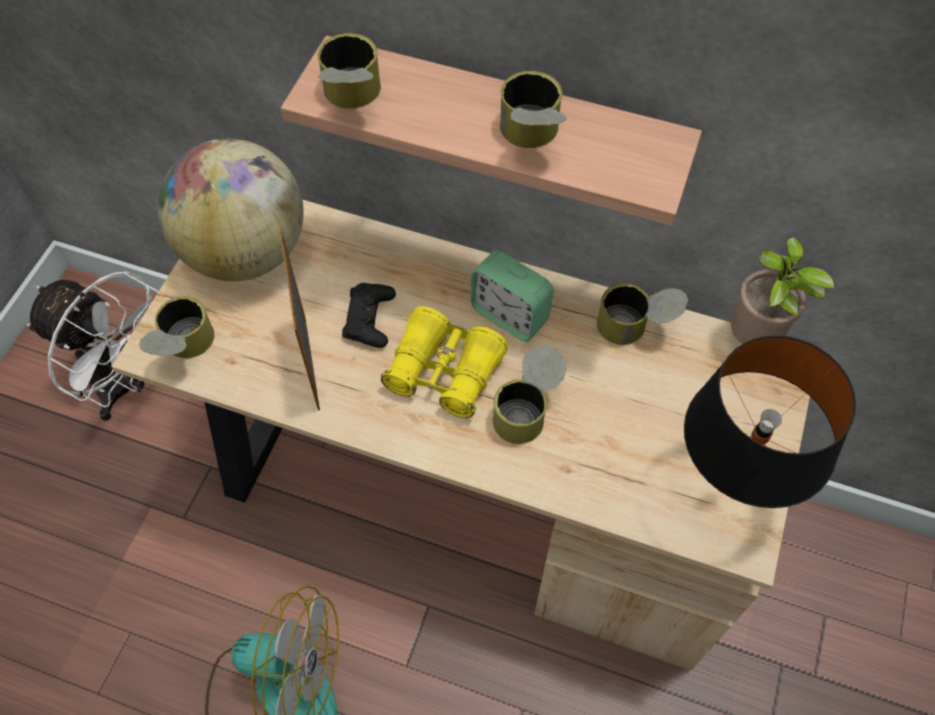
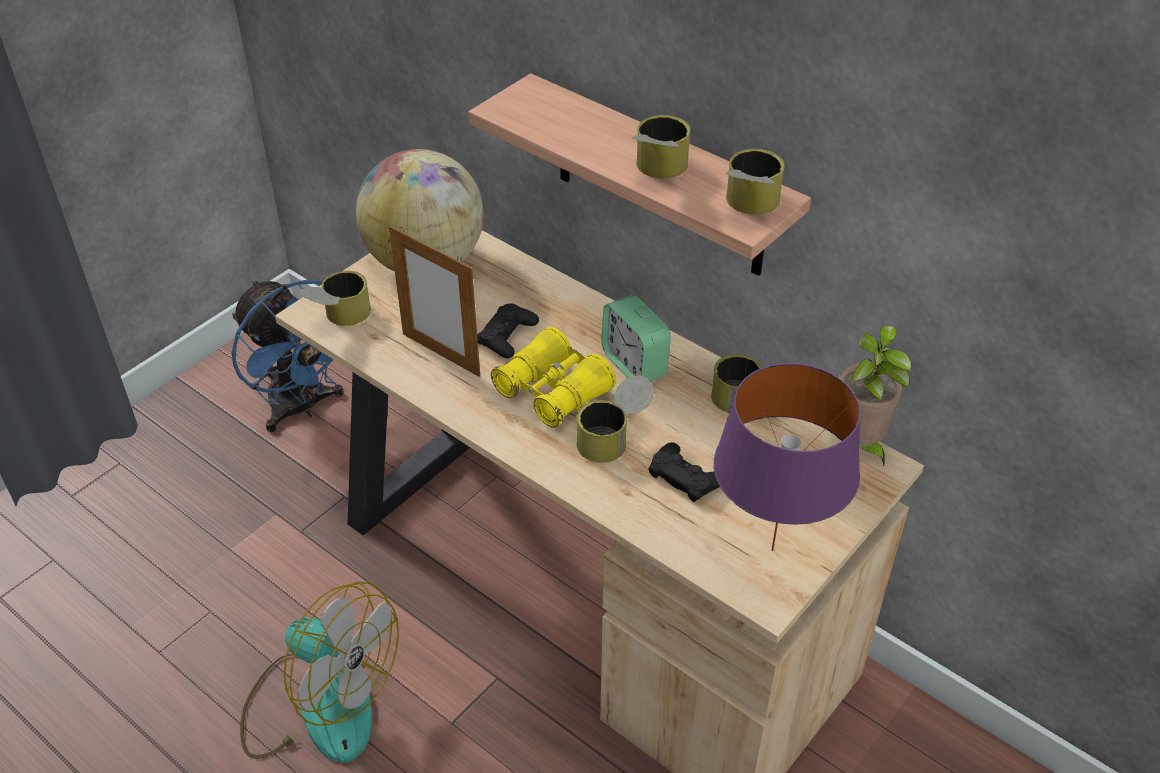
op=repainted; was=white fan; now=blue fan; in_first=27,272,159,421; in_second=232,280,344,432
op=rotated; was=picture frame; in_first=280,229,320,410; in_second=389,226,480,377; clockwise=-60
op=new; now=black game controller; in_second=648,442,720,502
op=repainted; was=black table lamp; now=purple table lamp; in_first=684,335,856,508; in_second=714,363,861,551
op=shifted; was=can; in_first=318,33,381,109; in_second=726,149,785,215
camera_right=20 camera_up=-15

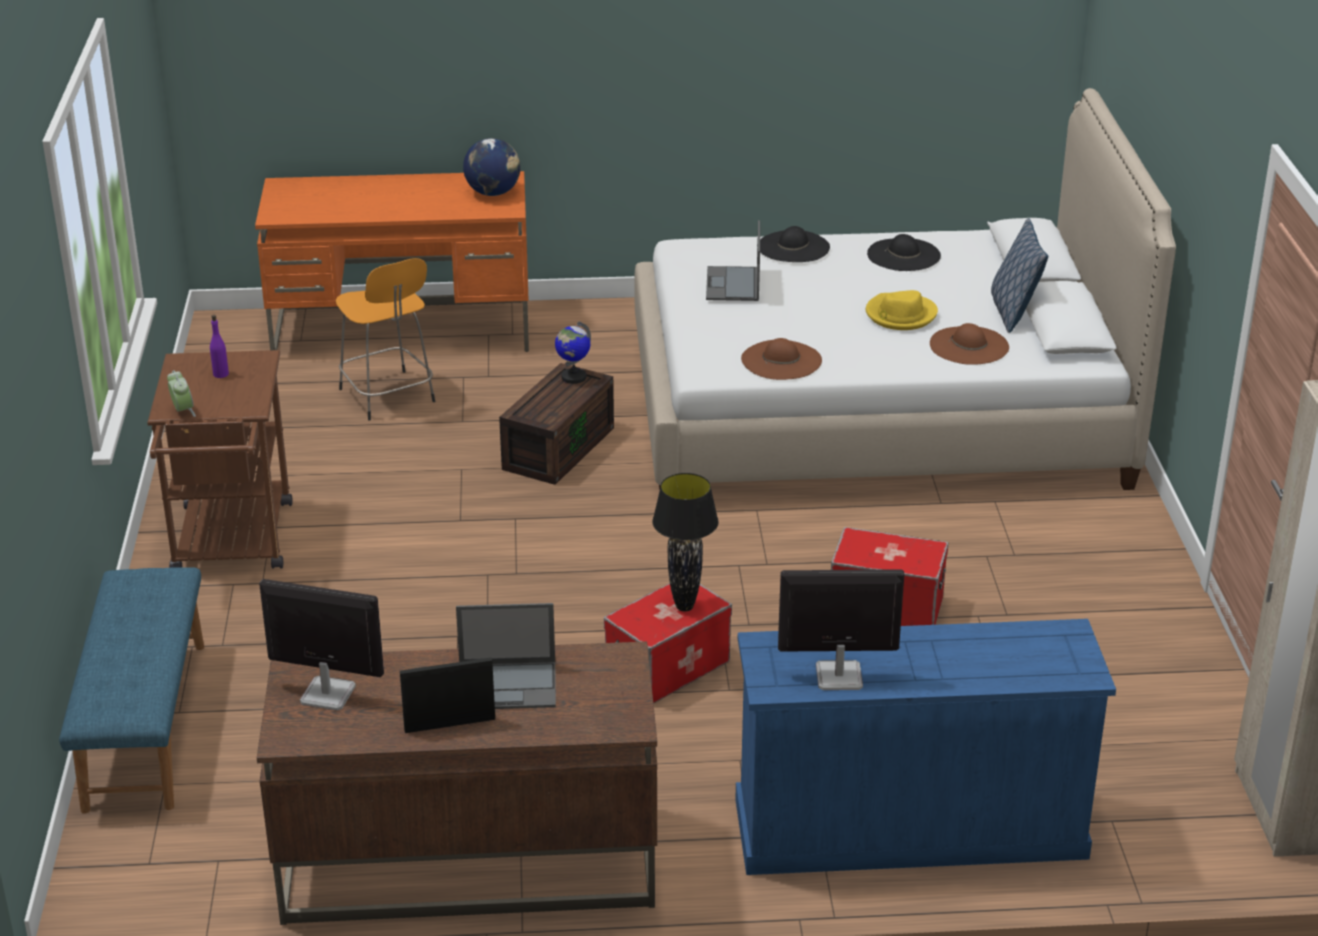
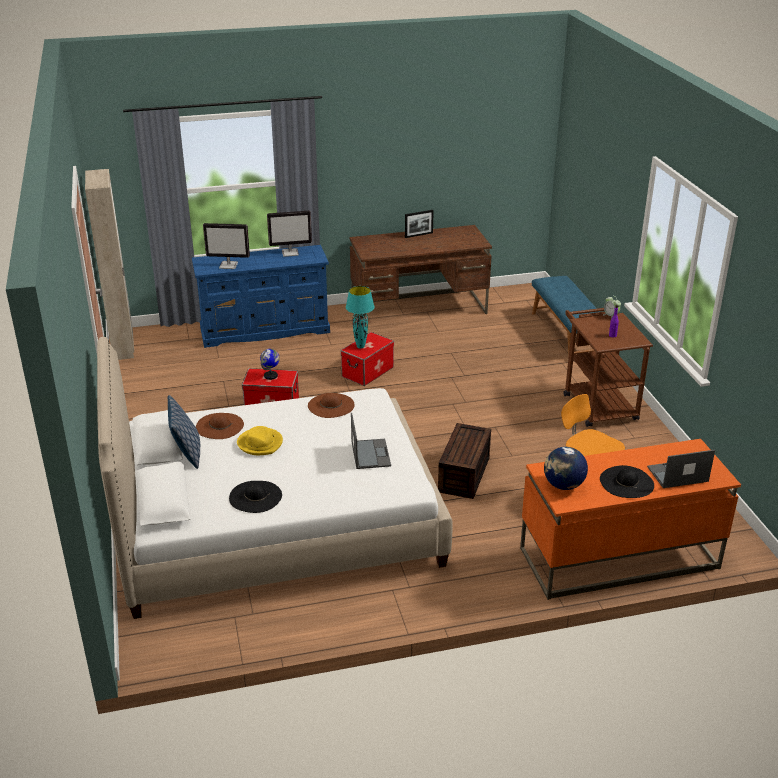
op=shifted; was=monitor; in_first=259,579,384,711; in_second=203,223,250,269
op=shifted; was=globe; in_first=555,322,591,384; in_second=260,349,280,380
op=repainted; was=black table lamp; now=turquoise table lamp; in_first=652,473,719,611; in_second=346,286,374,349
op=shifted; was=black hat; in_first=760,226,830,262; in_second=600,465,654,498
op=shifted; was=laptop; in_first=456,603,556,709; in_second=647,450,715,488
camera_right=170 camera_up=0

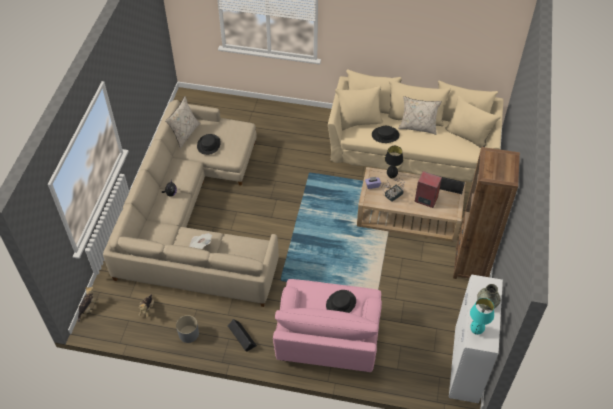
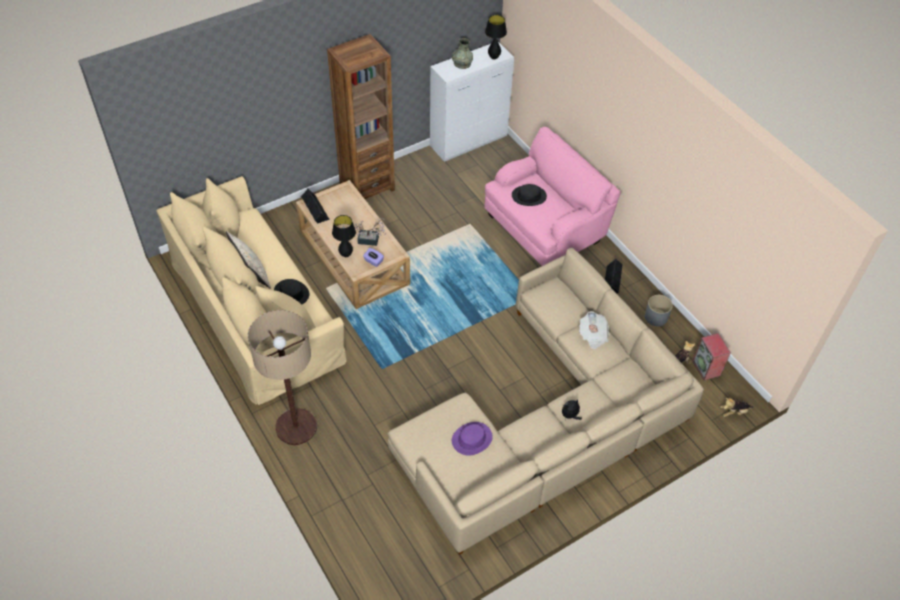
op=new; now=floor lamp; in_second=248,310,317,445
op=repainted; was=black hat; now=purple hat; in_first=197,134,221,155; in_second=452,422,493,455
op=repainted; was=turquoise table lamp; now=black table lamp; in_first=470,298,494,335; in_second=485,15,507,60
op=shifted; was=speaker; in_first=415,171,442,208; in_second=692,333,731,381
op=gone; was=beige pillow; in_first=165,96,200,149
camera_right=-135 camera_up=0

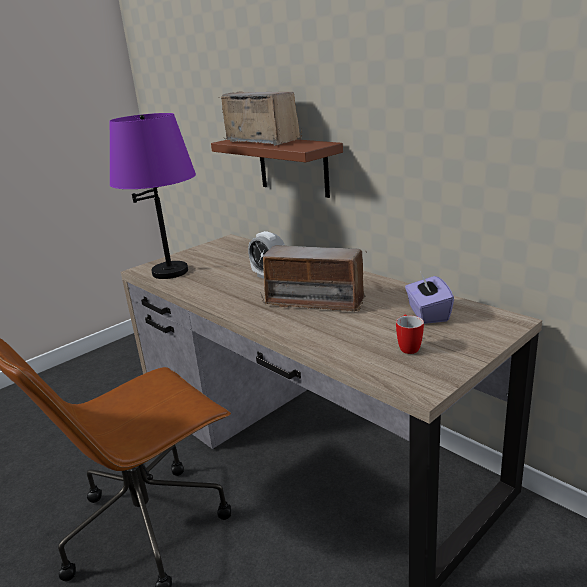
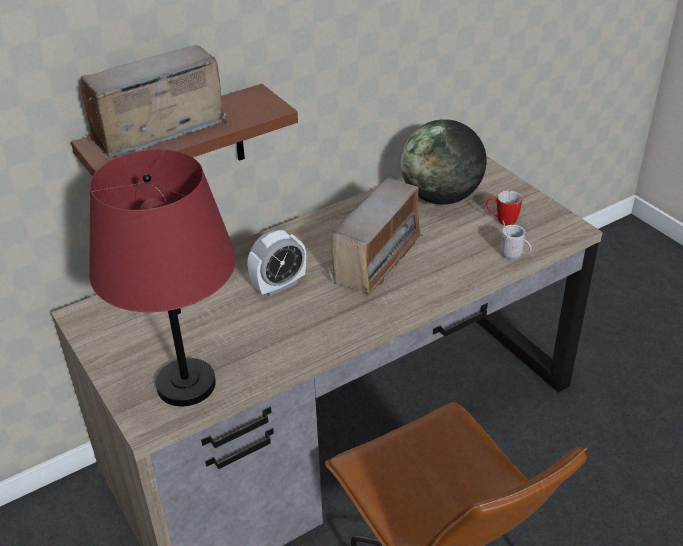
op=repainted; was=purple table lamp; now=red table lamp; in_first=109,113,196,279; in_second=89,149,236,406
op=swapped; was=purple tissue box; now=globe; in_first=405,271,454,324; in_second=401,119,487,205
op=new; now=white mug; in_second=501,220,532,259
camera_right=-80 camera_up=15

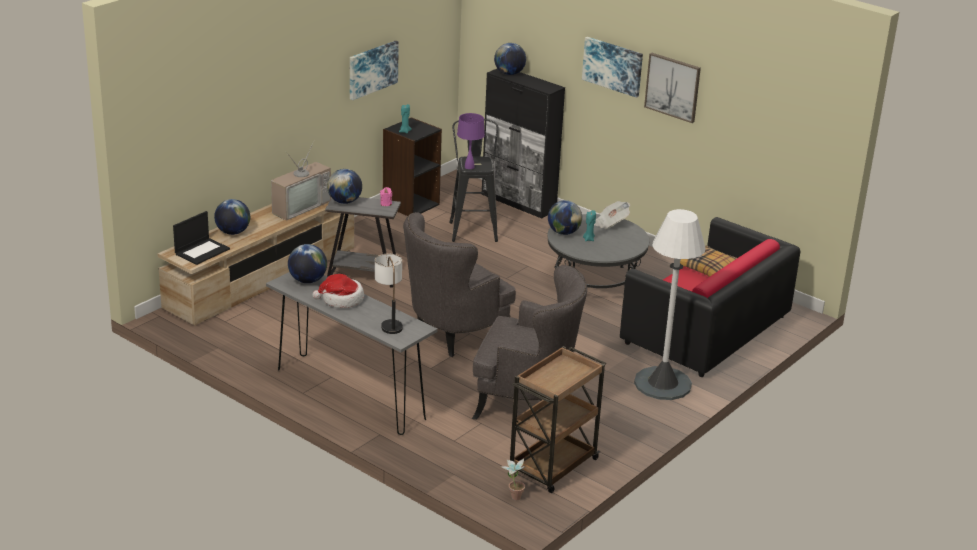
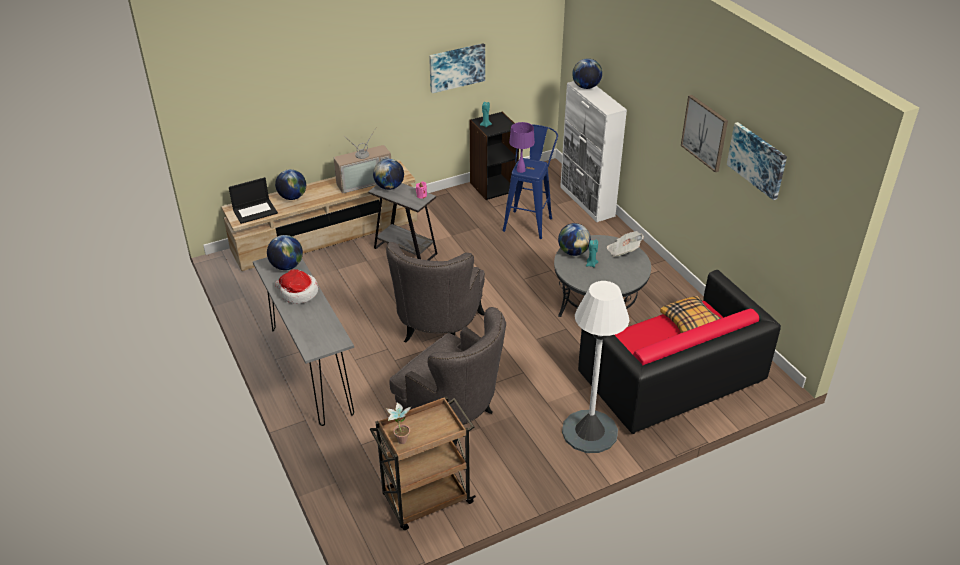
op=rotated; was=grey armchair; in_first=403,212,516,357; in_second=386,242,485,342; clockwise=-60
op=shifted; was=potted plant; in_first=500,458,525,500; in_second=386,403,411,444
op=repainted; was=black stool; now=blue stool; in_first=449,119,498,242; in_second=502,124,558,239
op=repainted; was=black cabinet; now=white cabinet; in_first=482,69,565,219; in_second=560,81,627,222
op=shifted; was=picture; in_first=582,37,643,98; in_second=727,122,787,200
op=gone; was=table lamp; in_first=375,254,403,334
camera_right=25 camera_up=10

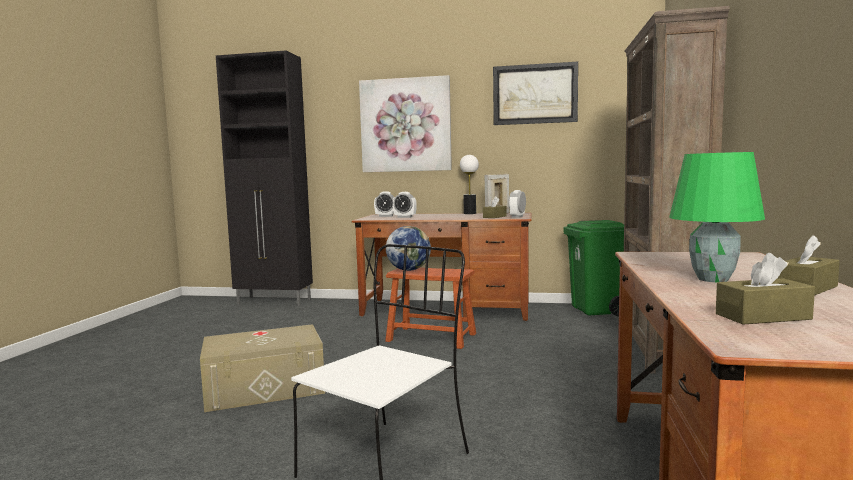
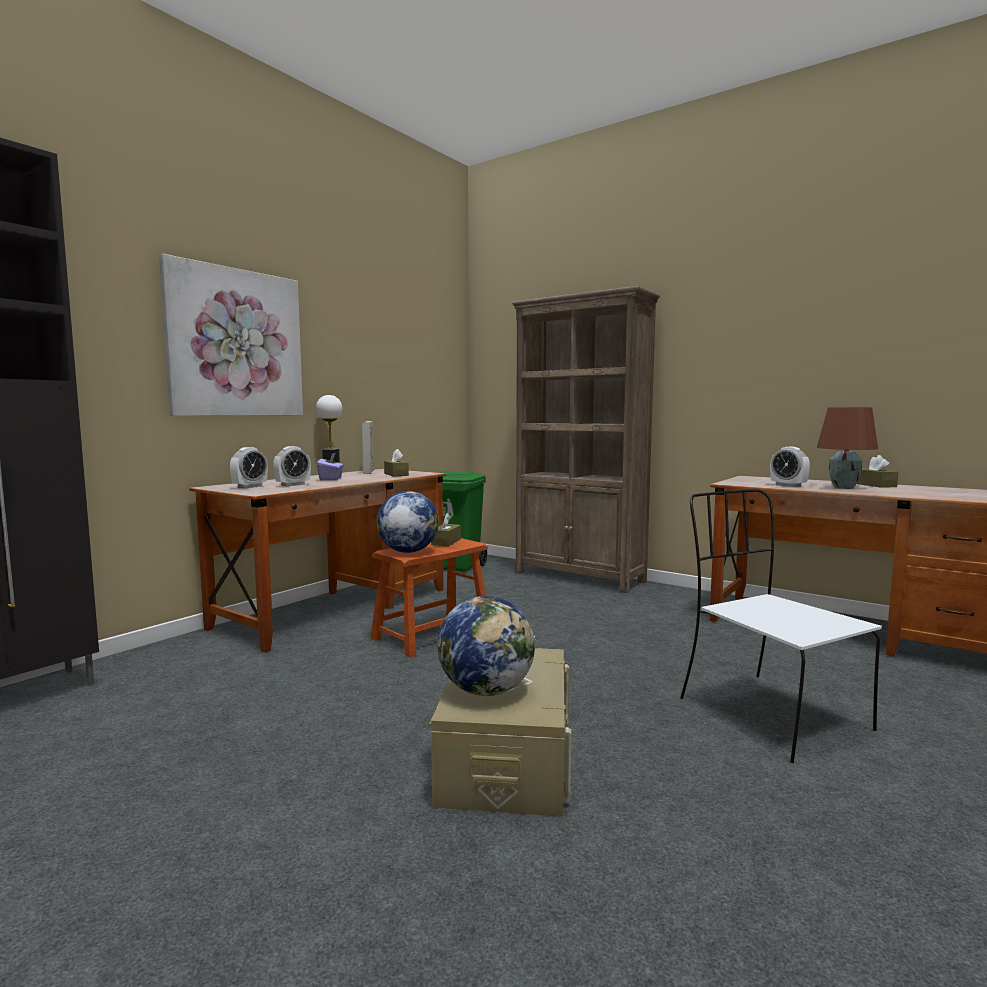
op=new; now=purple tissue box; in_second=317,453,344,480
op=shifted; was=brown tissue box; in_first=716,253,815,325; in_second=431,513,461,546
op=new; now=globe; in_second=437,596,535,696
op=shifted; was=alarm clock; in_first=508,190,526,218; in_second=770,447,810,487
op=repainted; was=green table lamp; now=brown table lamp; in_first=669,152,765,282; in_second=817,407,878,489
op=gone; was=picture; in_first=493,62,578,125
camera_right=-65 camera_up=0

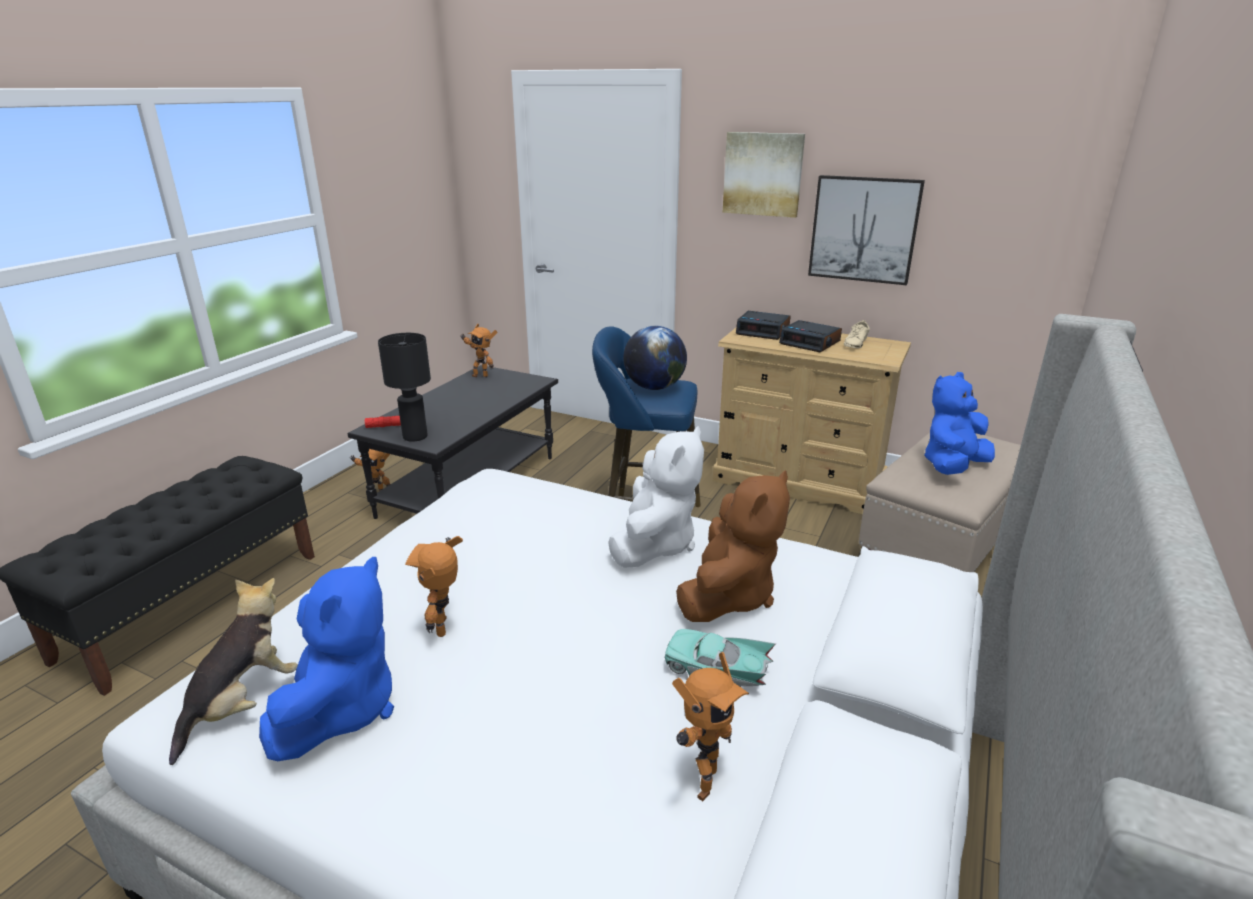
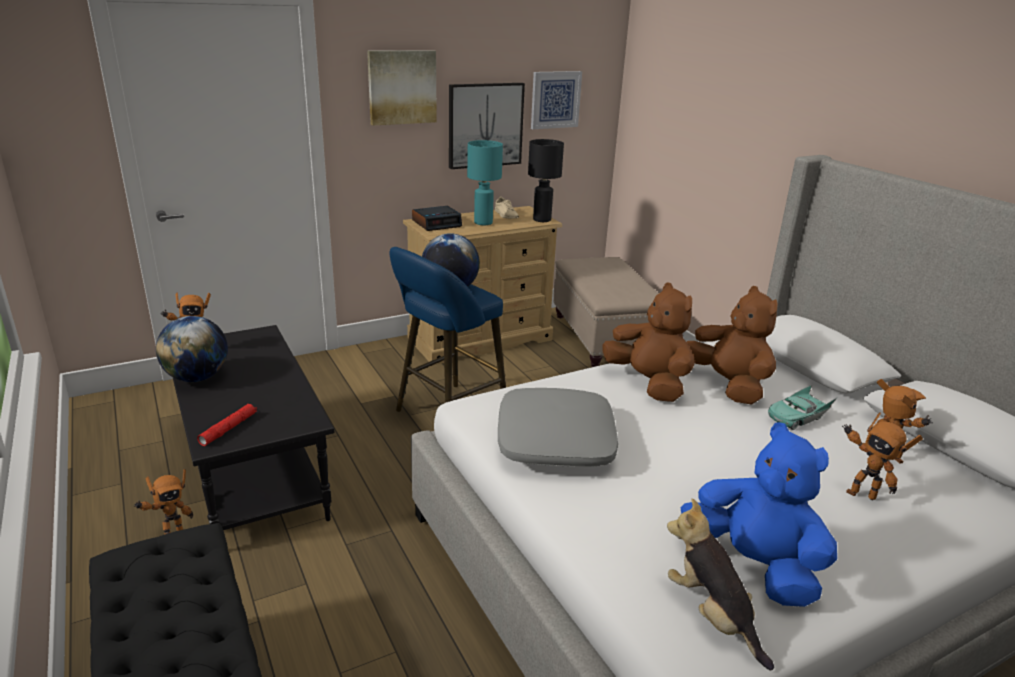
op=new; now=globe; in_second=156,316,228,382
op=swapped; was=alarm clock; now=turquoise table lamp; in_first=779,320,842,352; in_second=467,140,503,225
op=new; now=grey pillow; in_second=498,388,618,467
op=shifted; was=black table lamp; in_first=378,333,431,442; in_second=528,139,564,222
op=new; now=picture; in_second=531,71,582,129
op=repainted; was=white plush toy; now=brown plush toy; in_first=608,426,704,568; in_second=602,282,694,402
op=shifted; was=toy robot; in_first=405,536,463,637; in_second=842,412,923,500
op=gone; was=blue plush toy; in_first=924,372,995,475
camera_right=-55 camera_up=0

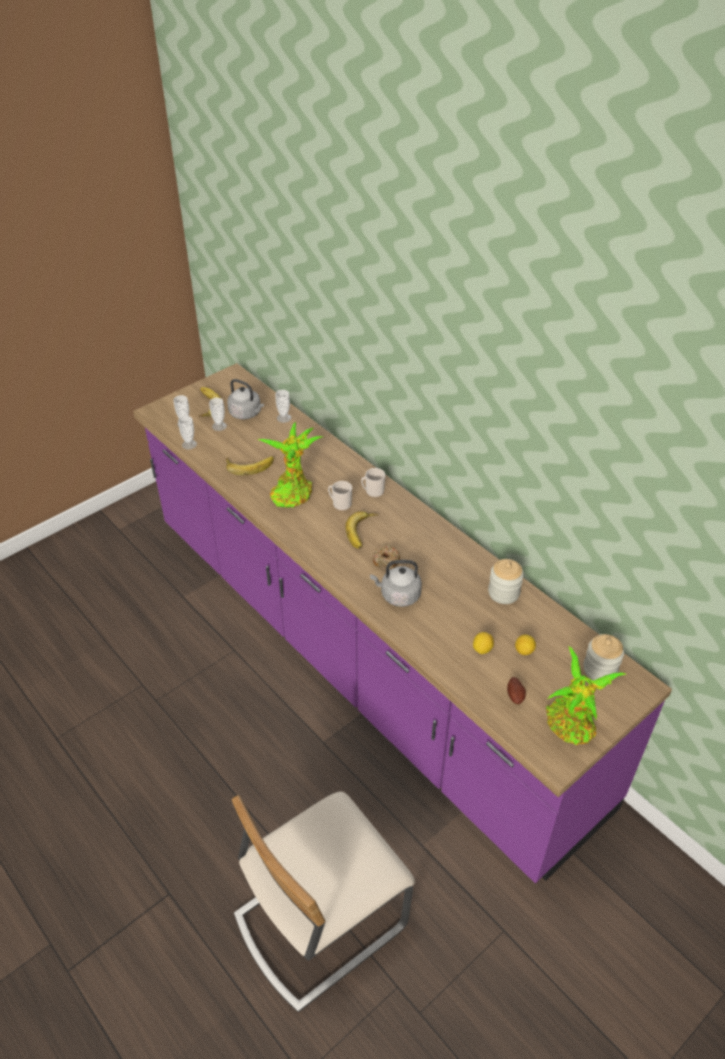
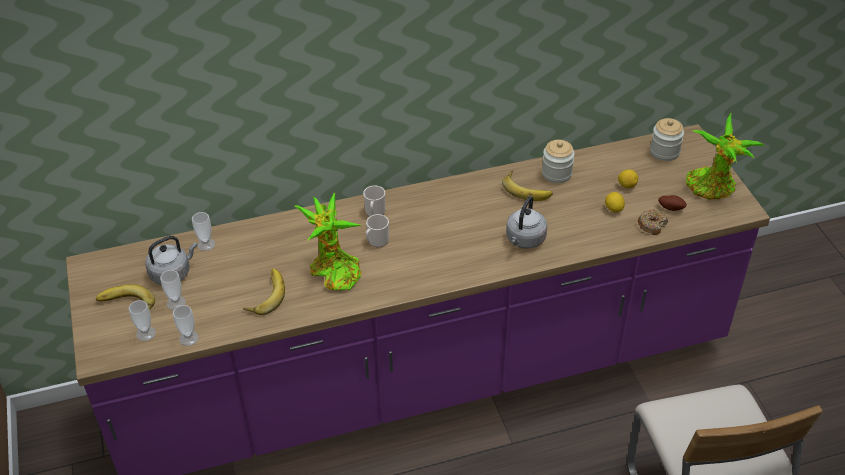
op=shifted; was=banana; in_first=345,511,379,549; in_second=502,170,553,201
op=shifted; was=donut; in_first=373,545,400,569; in_second=638,209,668,235
camera_right=-65 camera_up=0

